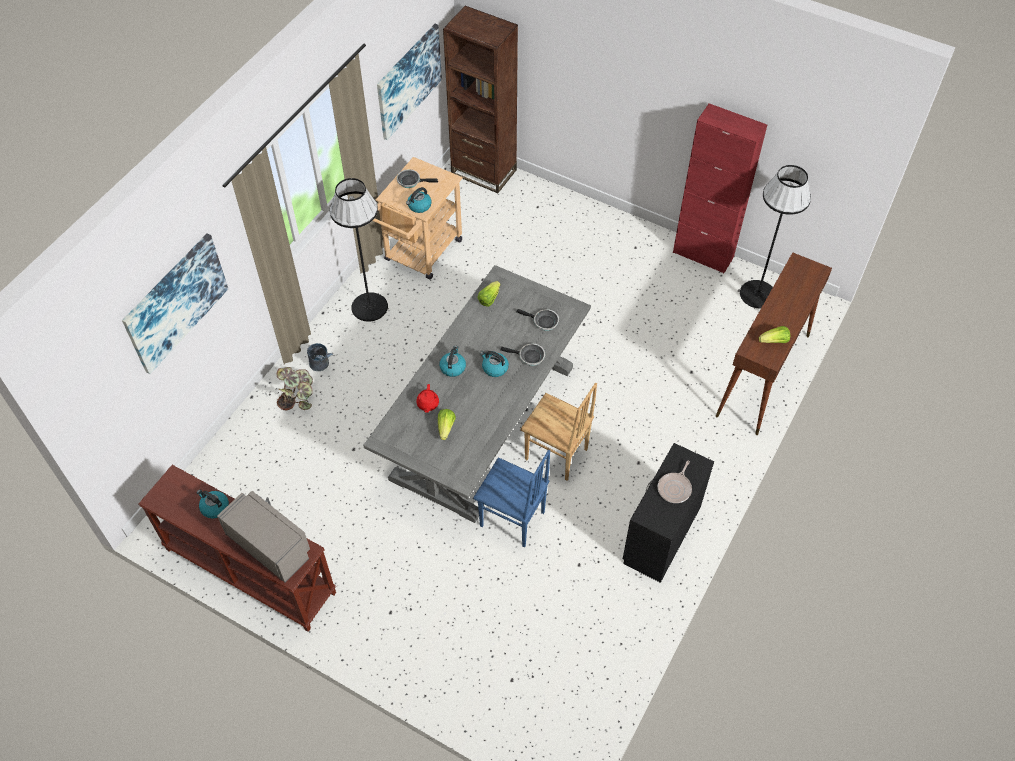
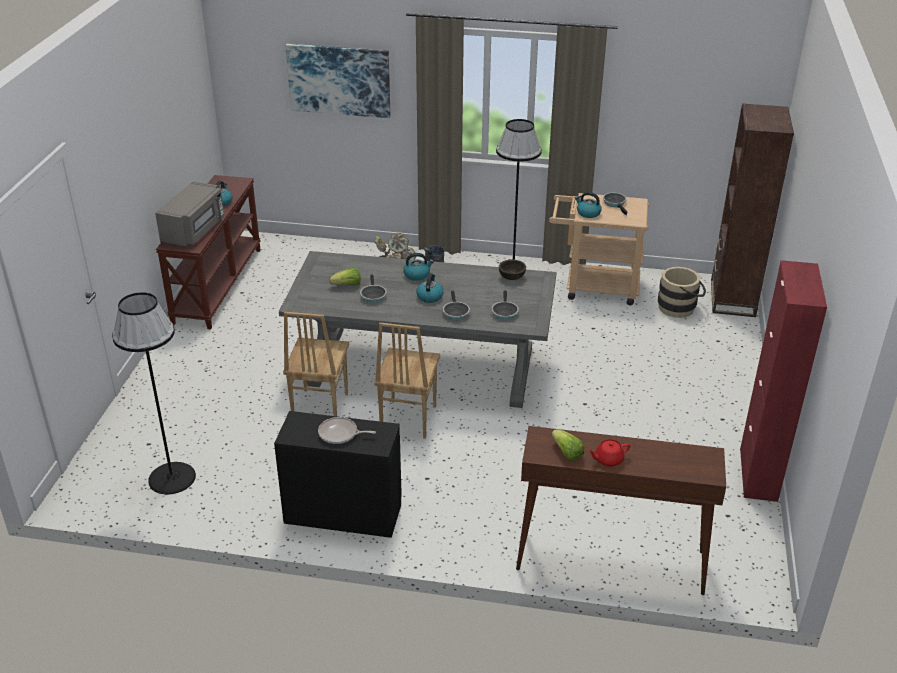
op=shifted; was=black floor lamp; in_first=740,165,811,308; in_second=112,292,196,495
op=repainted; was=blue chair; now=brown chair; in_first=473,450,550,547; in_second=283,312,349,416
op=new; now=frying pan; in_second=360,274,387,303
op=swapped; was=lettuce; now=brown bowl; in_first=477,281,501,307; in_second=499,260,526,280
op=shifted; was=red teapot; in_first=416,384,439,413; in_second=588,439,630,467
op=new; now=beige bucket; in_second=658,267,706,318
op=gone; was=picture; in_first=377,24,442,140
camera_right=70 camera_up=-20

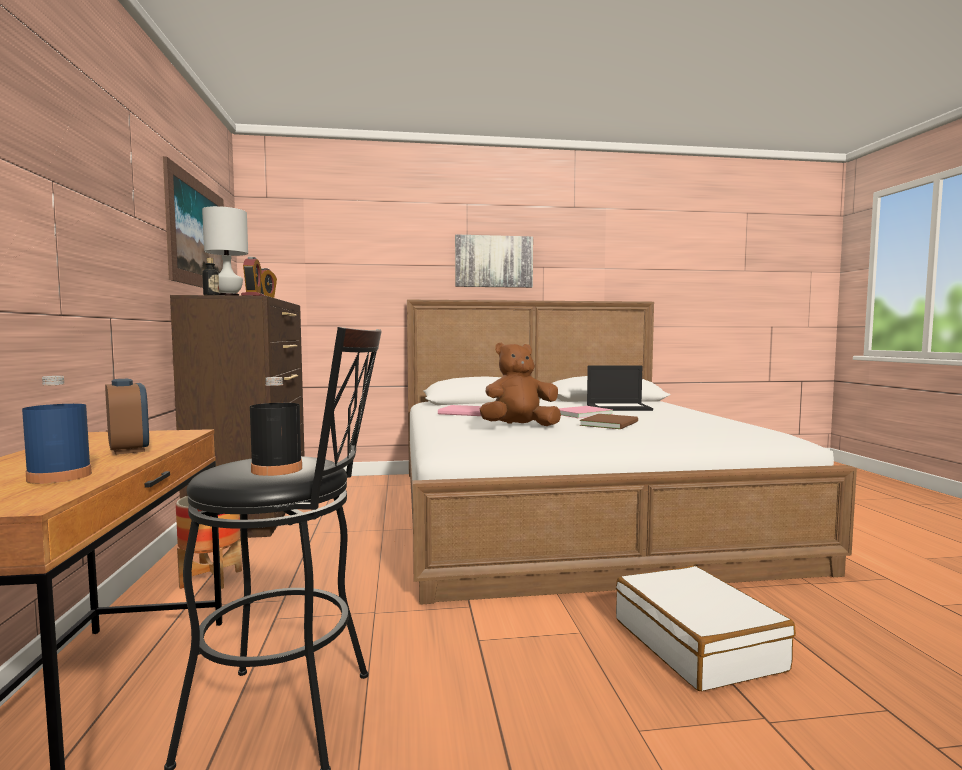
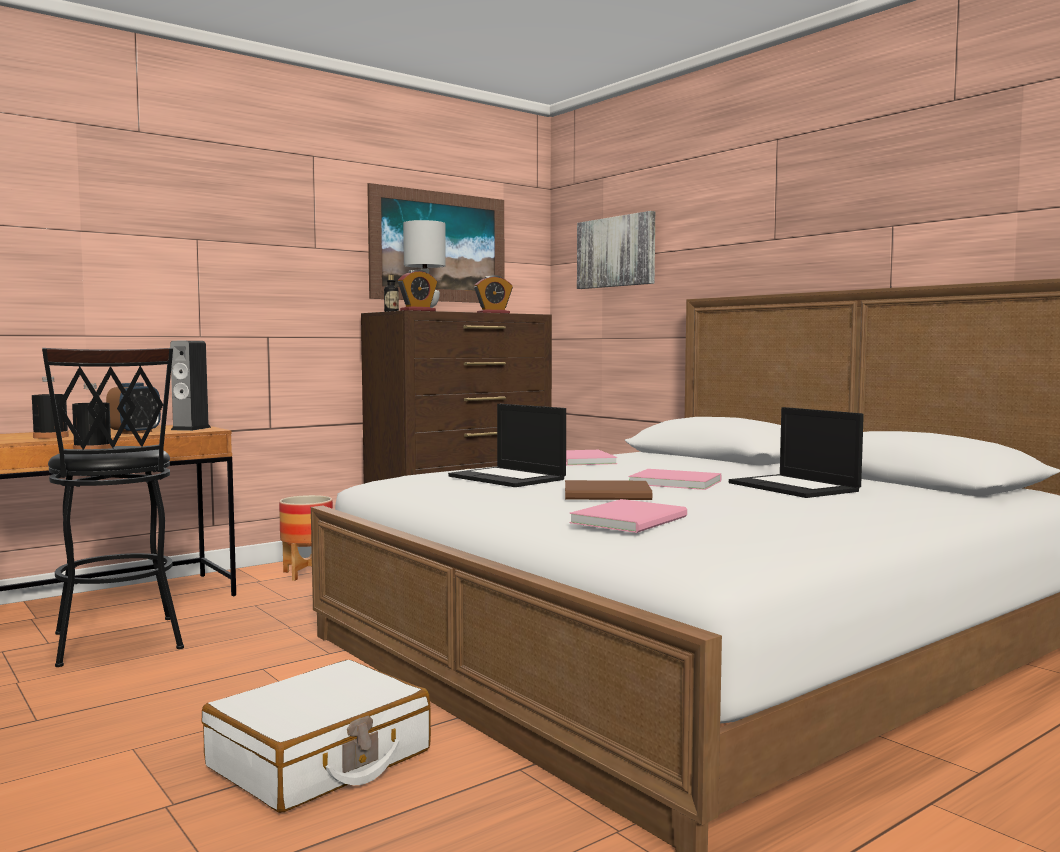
op=repainted; was=blue bottle; now=black bottle; in_first=22,376,92,484; in_second=32,377,69,439
op=new; now=speaker; in_second=170,341,211,431
op=swapped; was=brown plush toy; now=laptop; in_first=480,343,561,426; in_second=448,404,566,487
op=new; now=pink book; in_second=569,499,687,533
op=shifted; was=picture; in_first=455,235,533,288; in_second=577,211,655,289
camera_right=60 camera_up=0

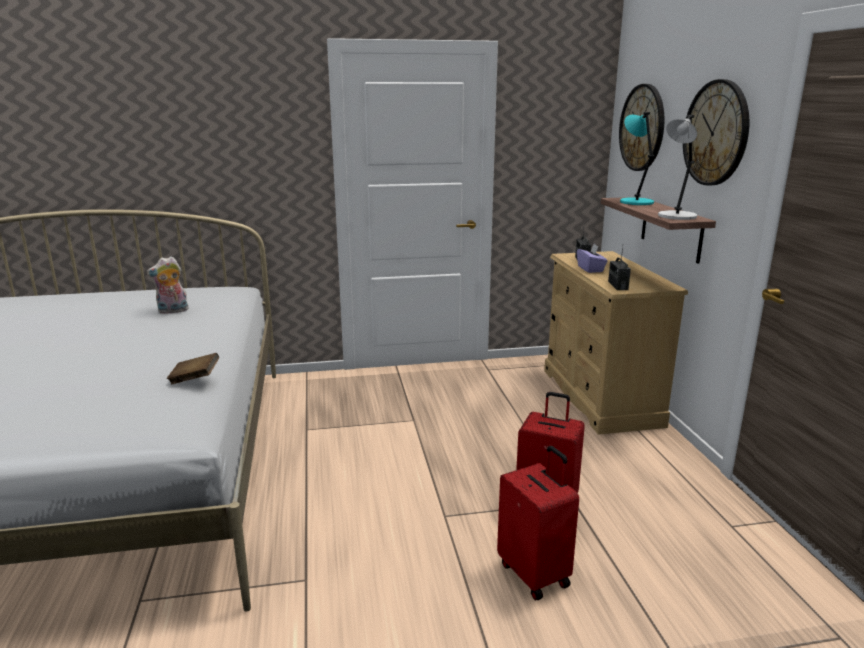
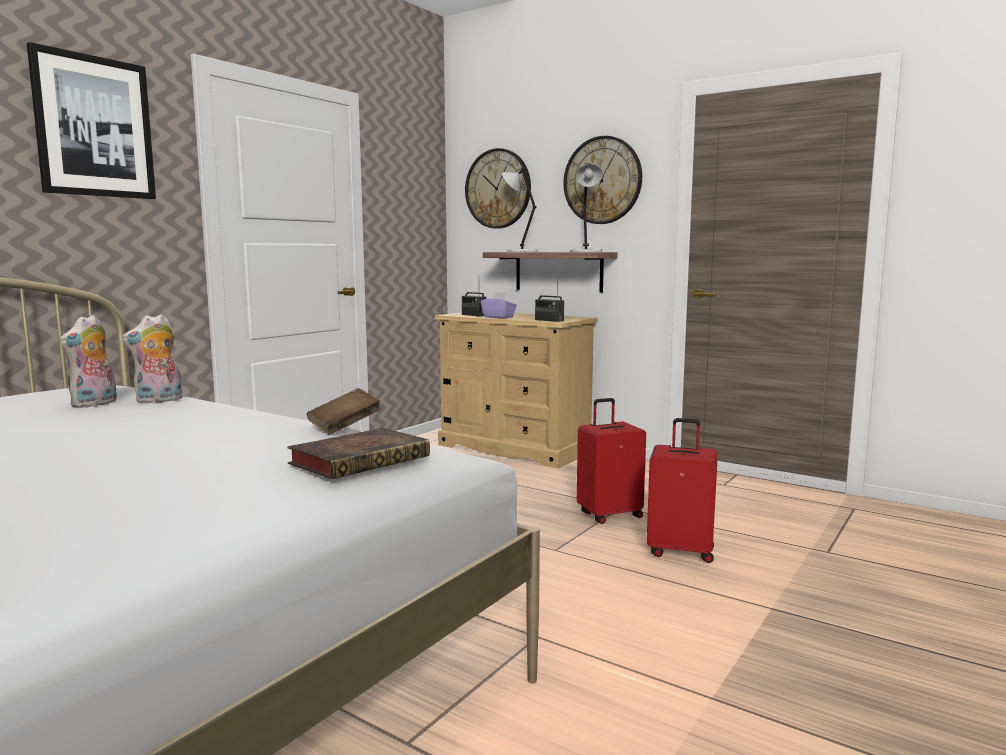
op=new; now=picture; in_second=27,42,156,199
op=new; now=plush toy; in_second=122,314,183,404
op=new; now=book; in_second=287,428,430,479
op=repainted; was=turquoise table lamp; now=grey table lamp; in_first=620,112,654,205; in_second=502,168,538,252
camera_right=-45 camera_up=-10

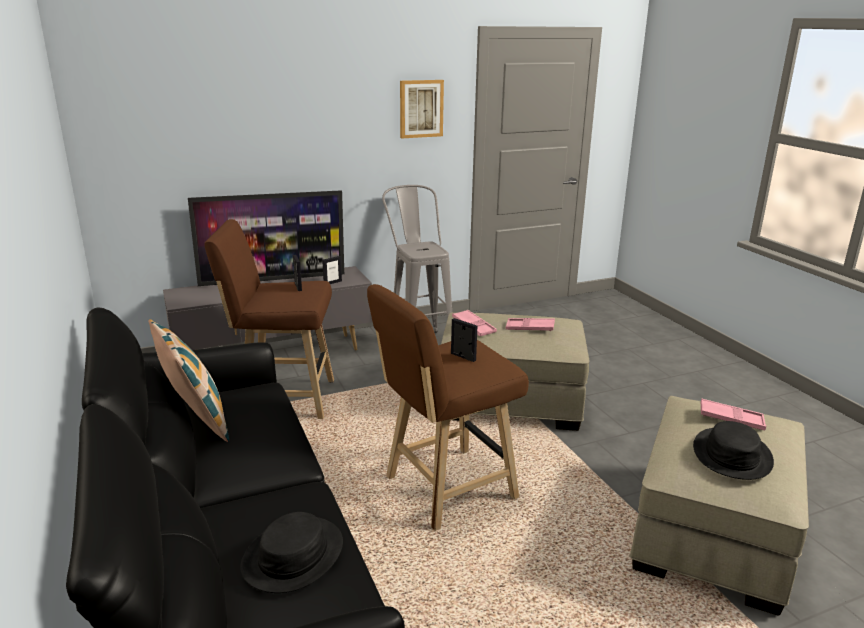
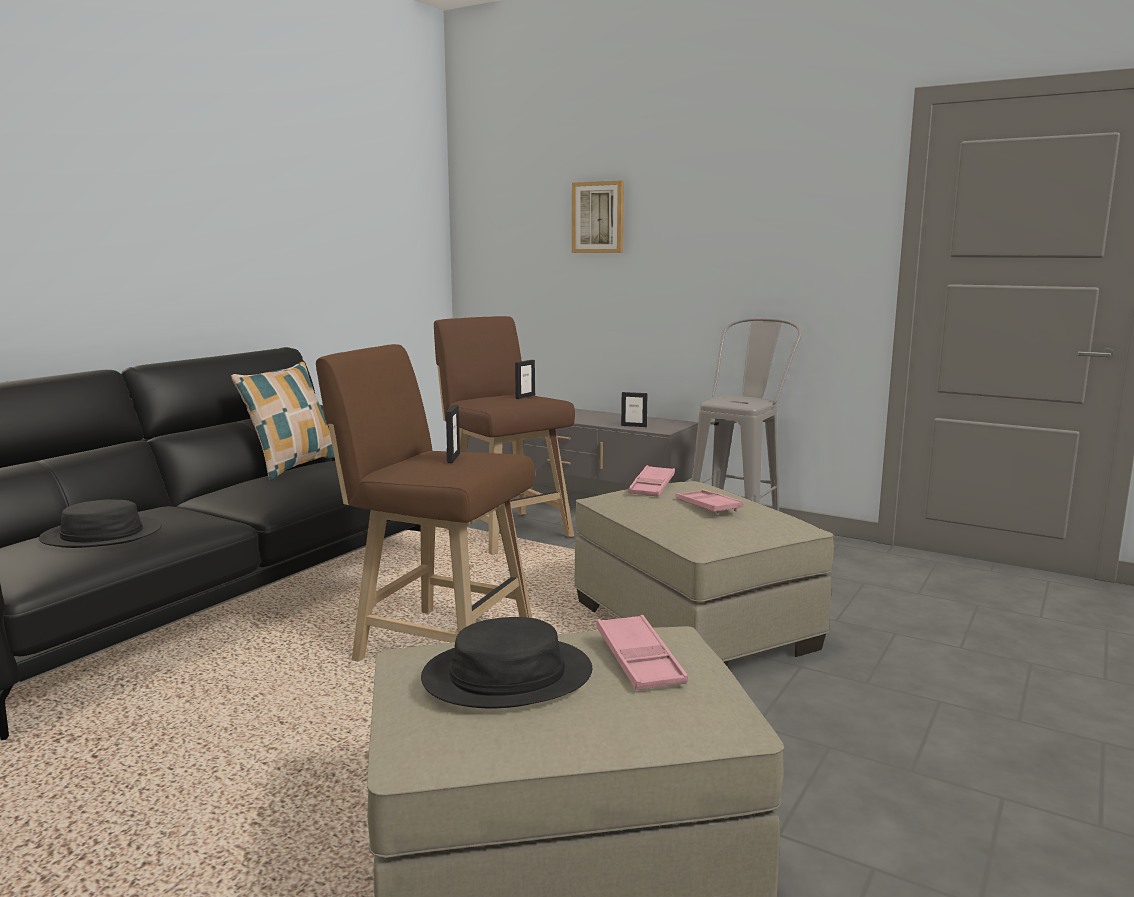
op=shifted; was=picture; in_first=400,80,444,138; in_second=572,180,624,253
op=gone; was=television; in_first=188,190,344,286
camera_right=55 camera_up=-10

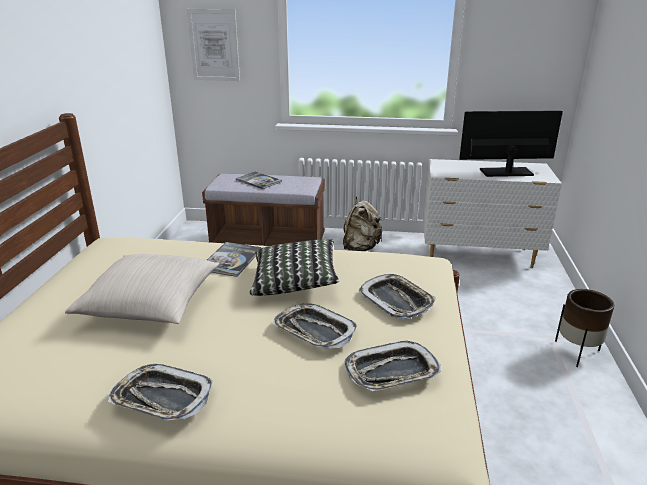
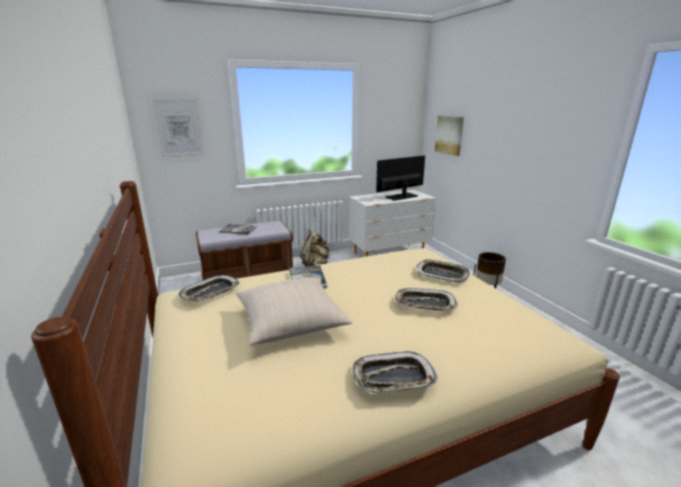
op=shifted; was=tray; in_first=344,341,441,391; in_second=178,275,240,301
op=new; now=picture; in_second=435,115,464,156
op=gone; was=pillow; in_first=250,240,339,296
camera_right=-30 camera_up=-5

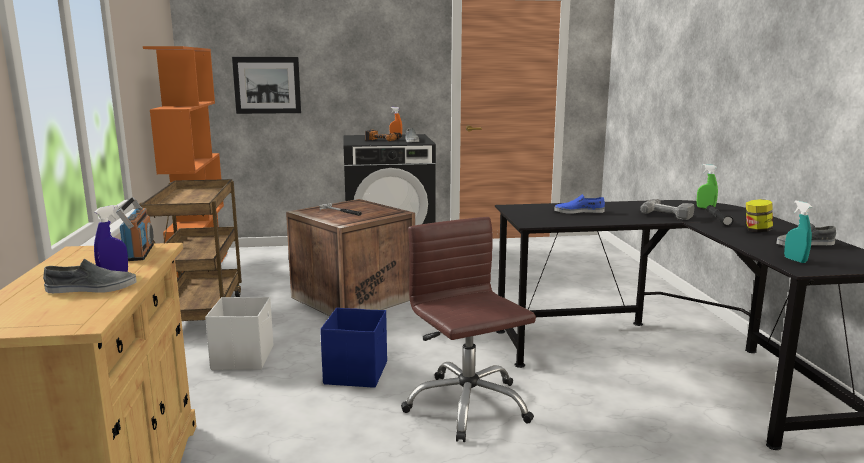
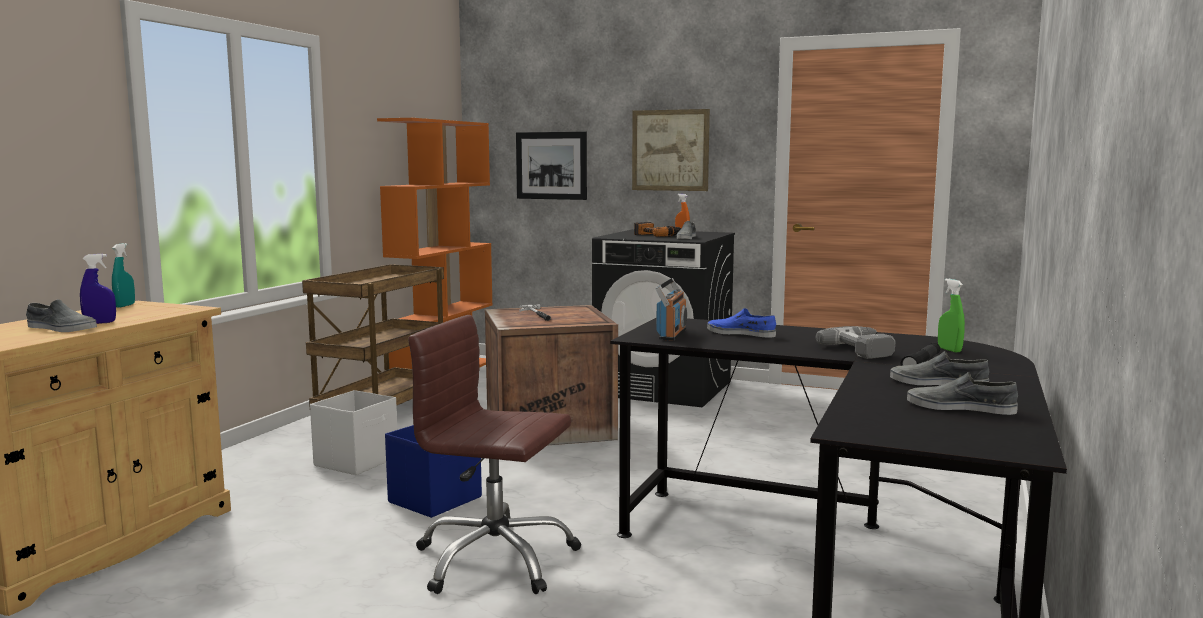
op=shifted; was=turquoise spray bottle; in_first=784,200,812,263; in_second=112,243,135,307
op=rotated; was=brown office chair; in_first=401,217,536,442; in_second=408,315,581,594; clockwise=-75
op=new; now=picture; in_second=632,109,710,191
op=shifted; was=radio; in_first=116,197,154,261; in_second=655,278,687,341
op=swapped; was=jar; now=grey shoe; in_first=746,199,773,232; in_second=890,351,990,385
camera_right=30 camera_up=-5

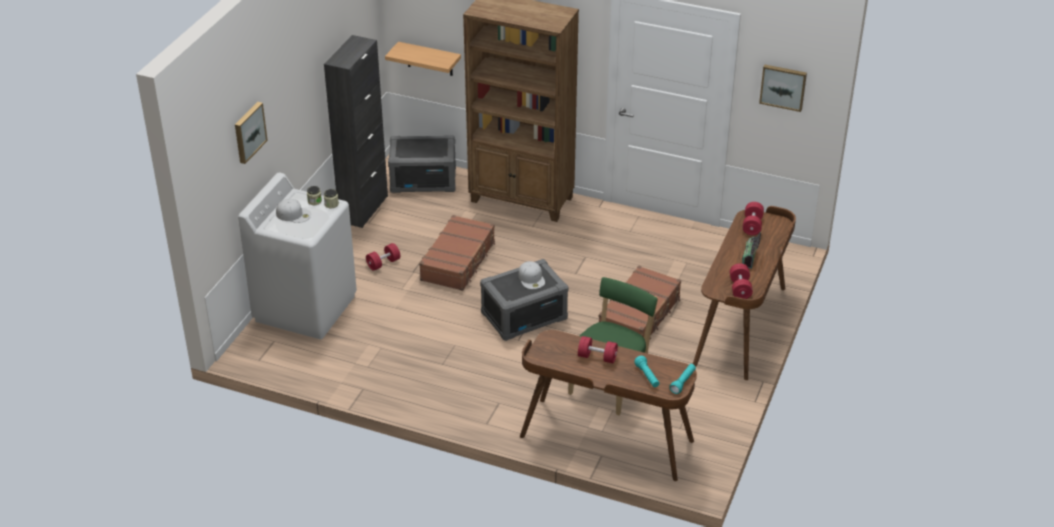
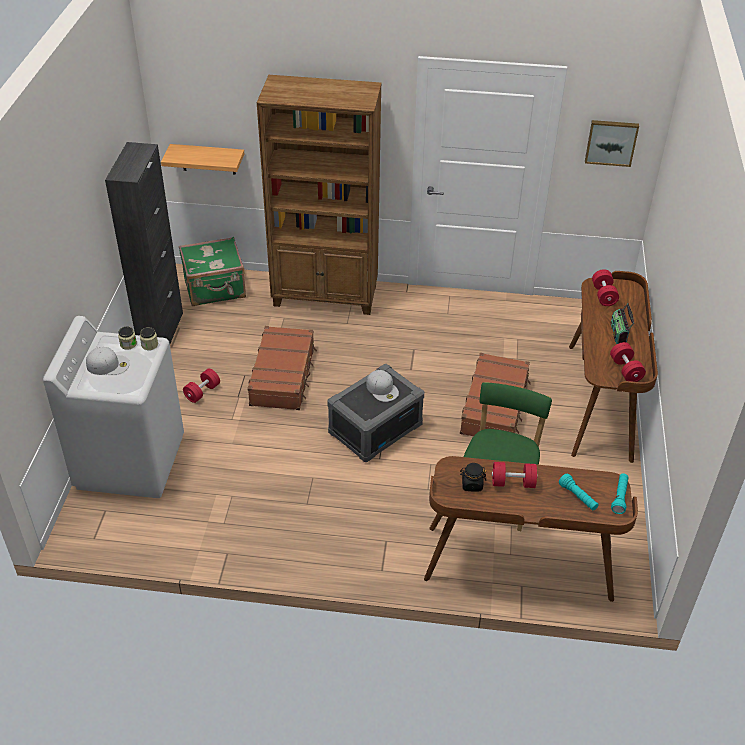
op=swapped; was=grey storage box; now=green suitcase; in_first=388,135,456,193; in_second=179,237,246,306
op=new; now=black jar; in_second=460,463,486,491
op=gone; was=picture; in_first=235,102,268,164
camera_right=-15 camera_up=5

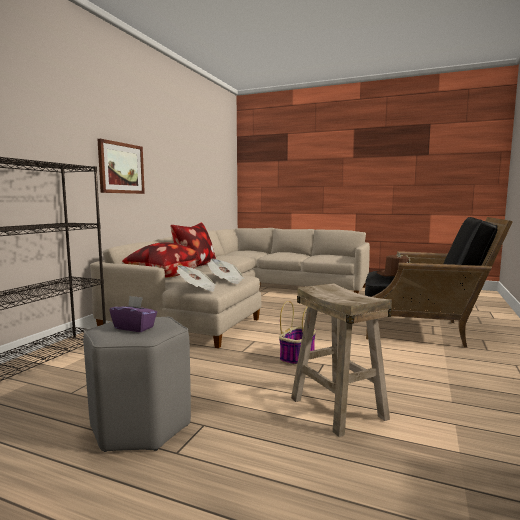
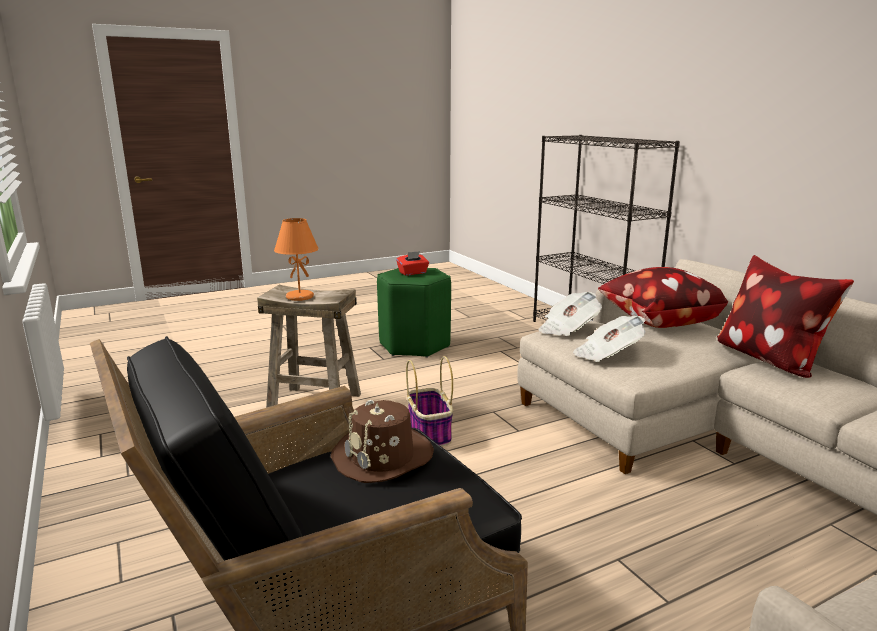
op=new; now=orange table lamp; in_second=274,218,319,301
op=repainted; was=grey stool; now=green stool; in_first=83,317,191,452; in_second=377,268,451,358
op=repainted; was=purple tissue box; now=red tissue box; in_first=109,296,157,332; in_second=396,251,429,276
op=gone; was=picture; in_first=98,139,145,194
camera_right=130 camera_up=10

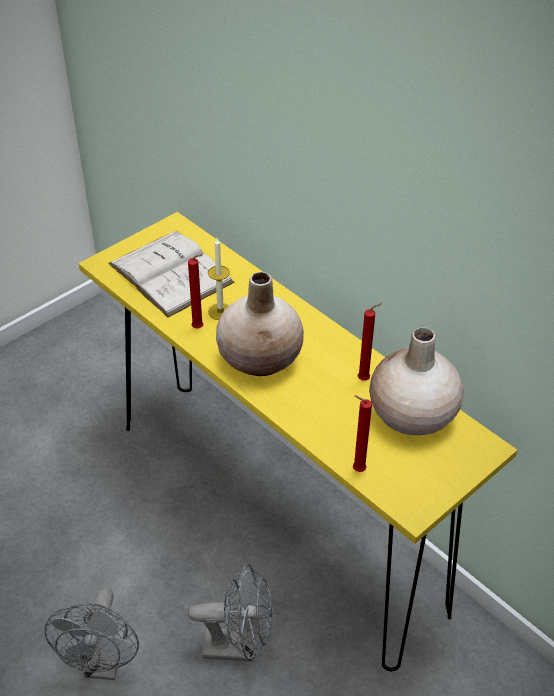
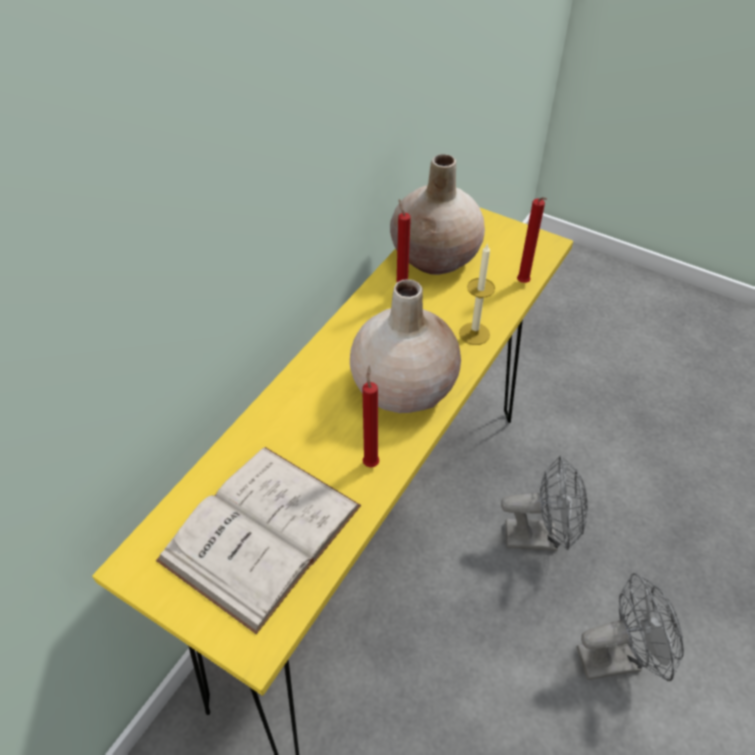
op=shifted; was=candle; in_first=208,238,230,320; in_second=459,243,495,345
op=rotated; was=grey fan; in_first=188,564,273,662; in_second=501,455,588,551; clockwise=105
camera_right=-105 camera_up=5

